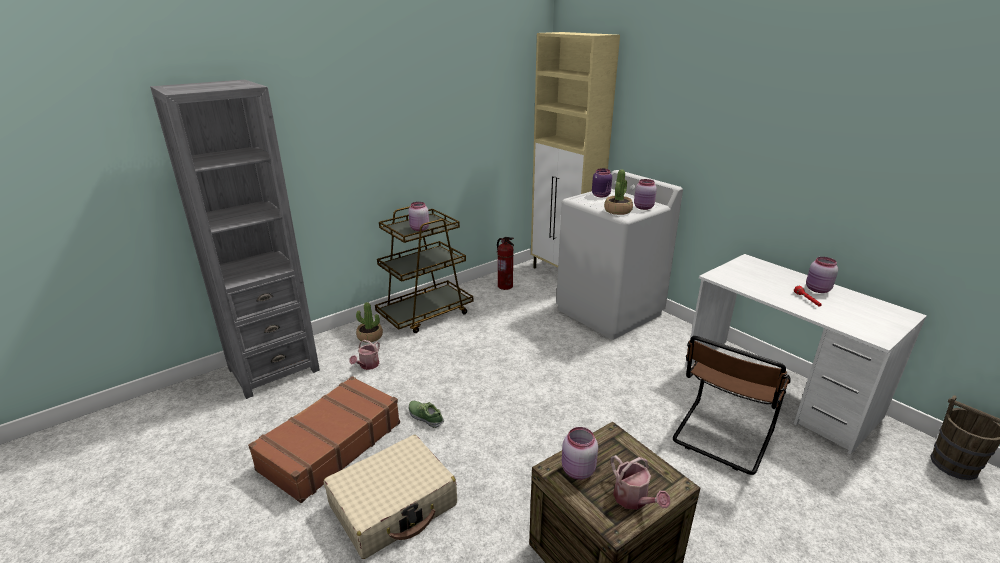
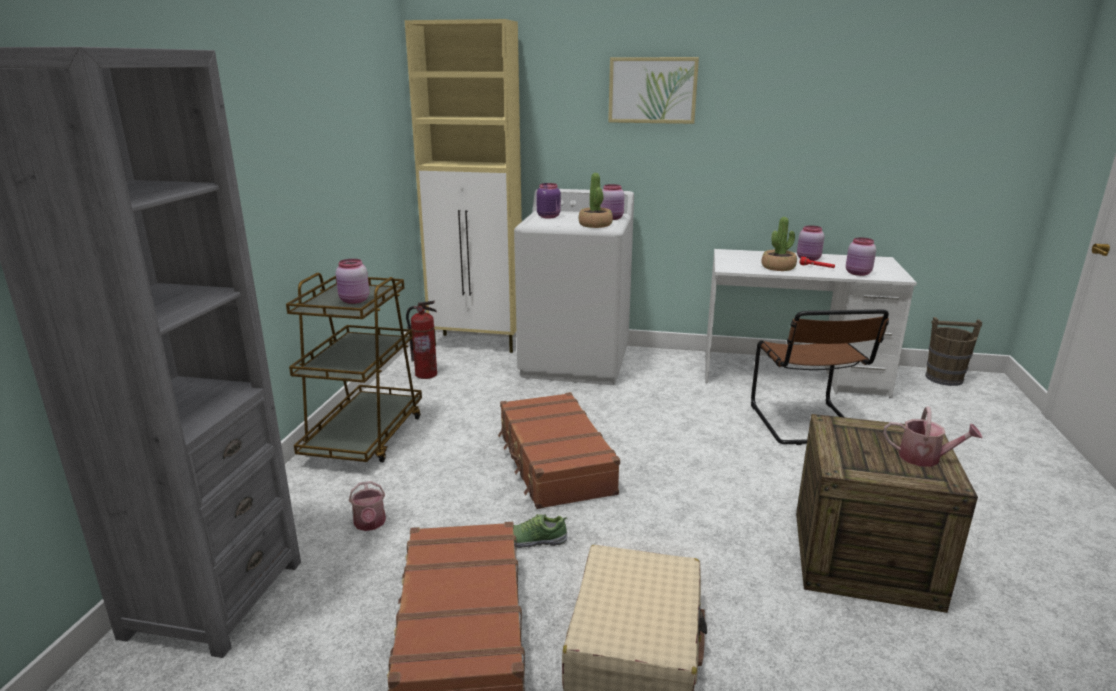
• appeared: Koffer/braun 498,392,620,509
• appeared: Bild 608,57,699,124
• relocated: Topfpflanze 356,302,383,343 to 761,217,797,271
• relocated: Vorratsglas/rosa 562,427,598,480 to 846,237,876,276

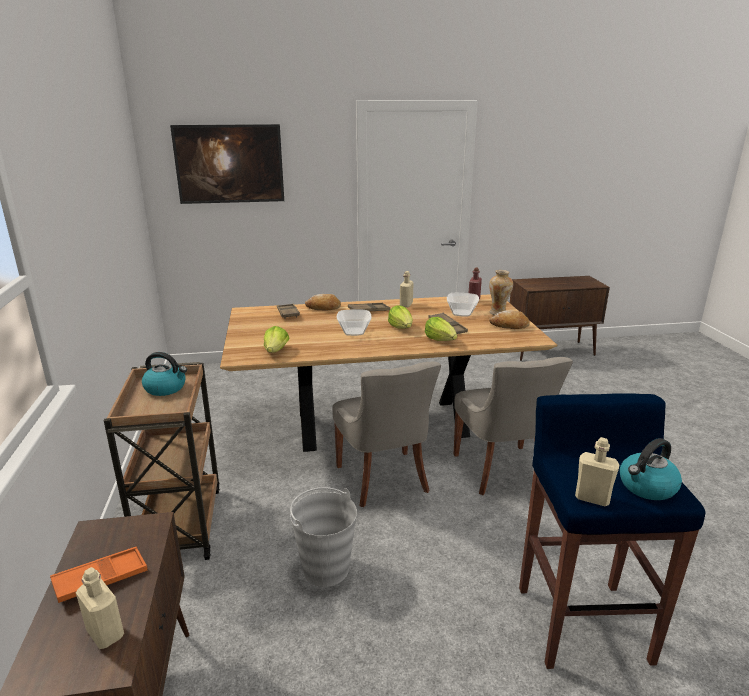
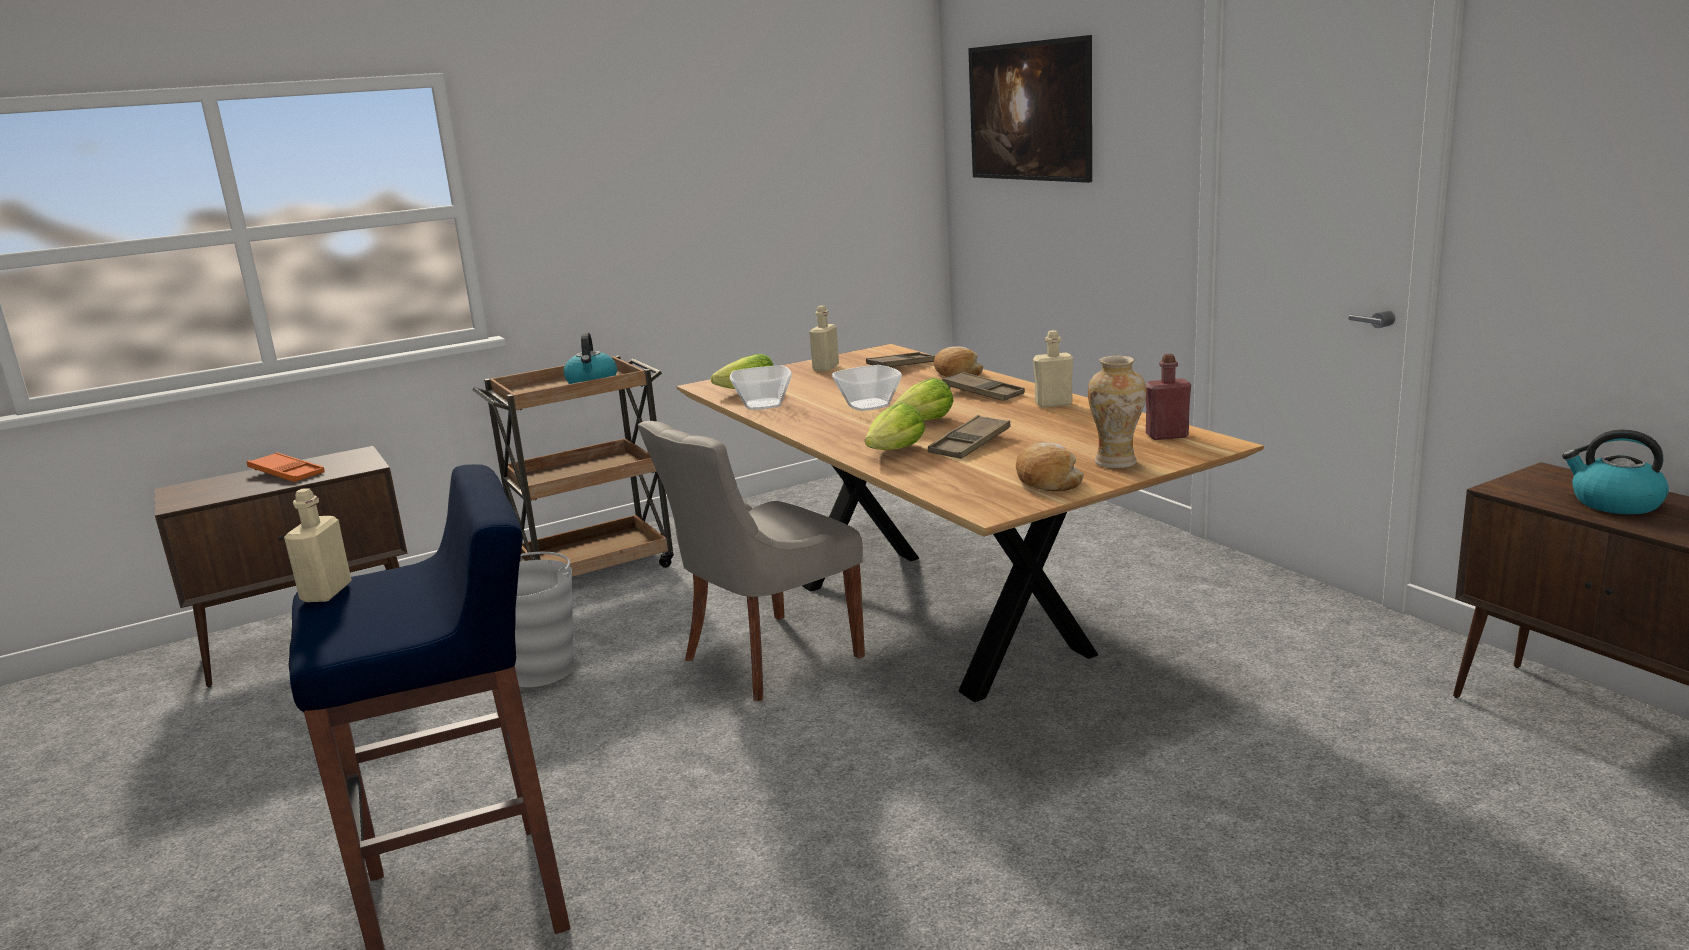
• missing: Stuhl/grau 454,357,573,495
• relocated: Flasche/beige 76,567,124,649 to 809,306,839,371
• relocated: Schüssel 447,293,479,316 to 730,366,792,410
• relocated: Wasserkessel 620,438,682,500 to 1562,430,1669,514

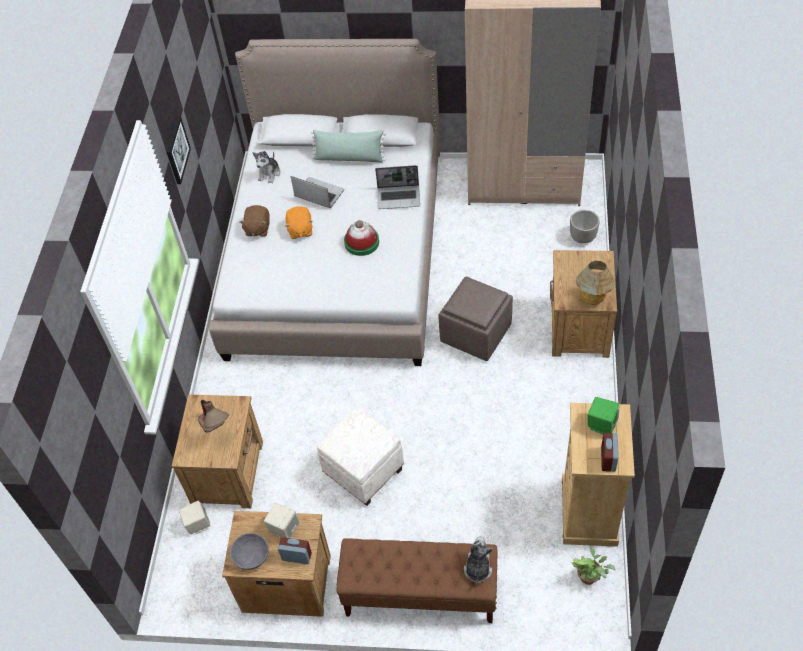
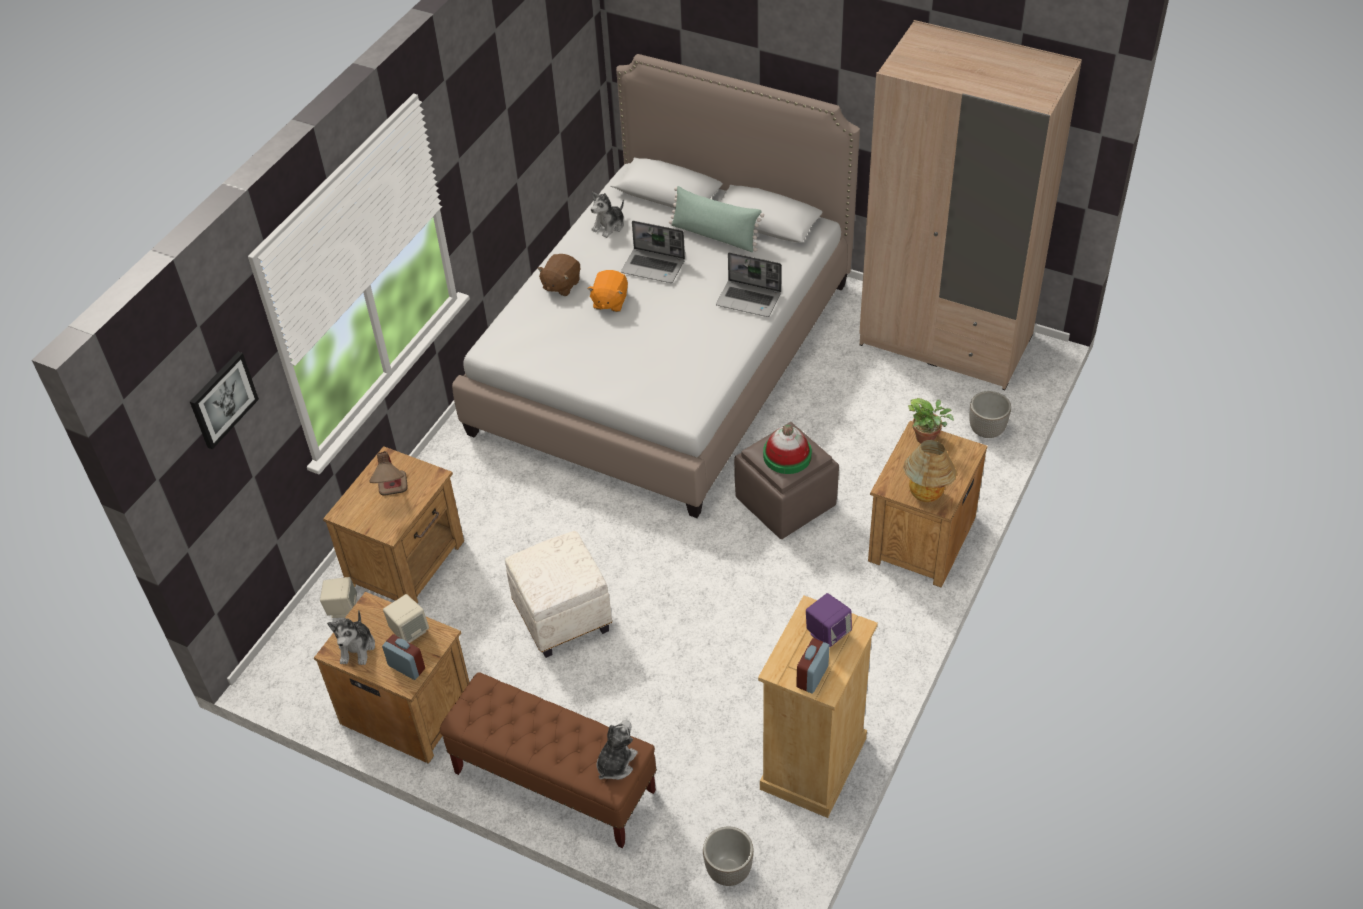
• appeared: Pflanzkübel 703,827,754,886
• relocated: Bild 167,116,191,184 to 190,352,259,449
• relocated: Hut 344,220,379,256 to 763,425,812,474
• relocated: Topfpflanze 571,547,616,585 to 908,398,954,443
• exchanged: Schüssel/grau 230,533,269,570 to Plüschtier 327,610,375,665
• colour: Lautsprecher/grün 588,397,619,434 to Lautsprecher/lila 806,593,852,647
• spun: Laptop 291,176,344,208 = 621,221,685,283 150 degrees clockwise

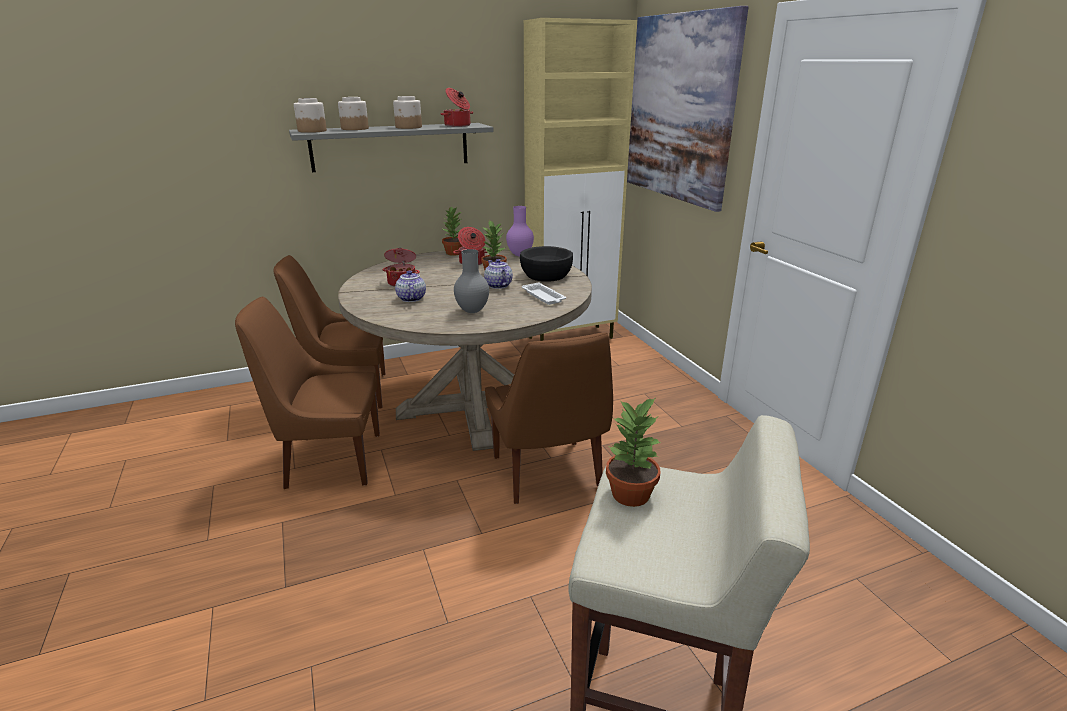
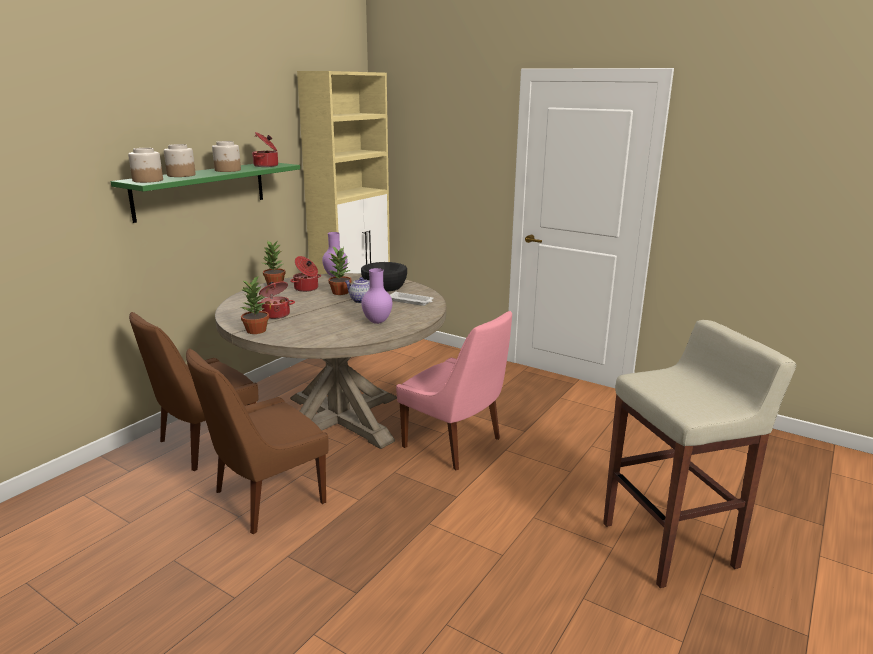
• missing: Teekanne 395,271,426,302
• missing: Bild 627,6,749,212
• relocated: Topfpflanze 606,397,661,507 to 241,275,269,334
• colour: Wandregal/grau 289,123,494,172 to Wandregal/grün 111,163,300,223
• colour: Vase/grau 454,249,489,313 to Vase/lila 362,268,392,324
• colour: Stuhl/braun 485,332,613,504 to Stuhl/rosa 396,311,512,470

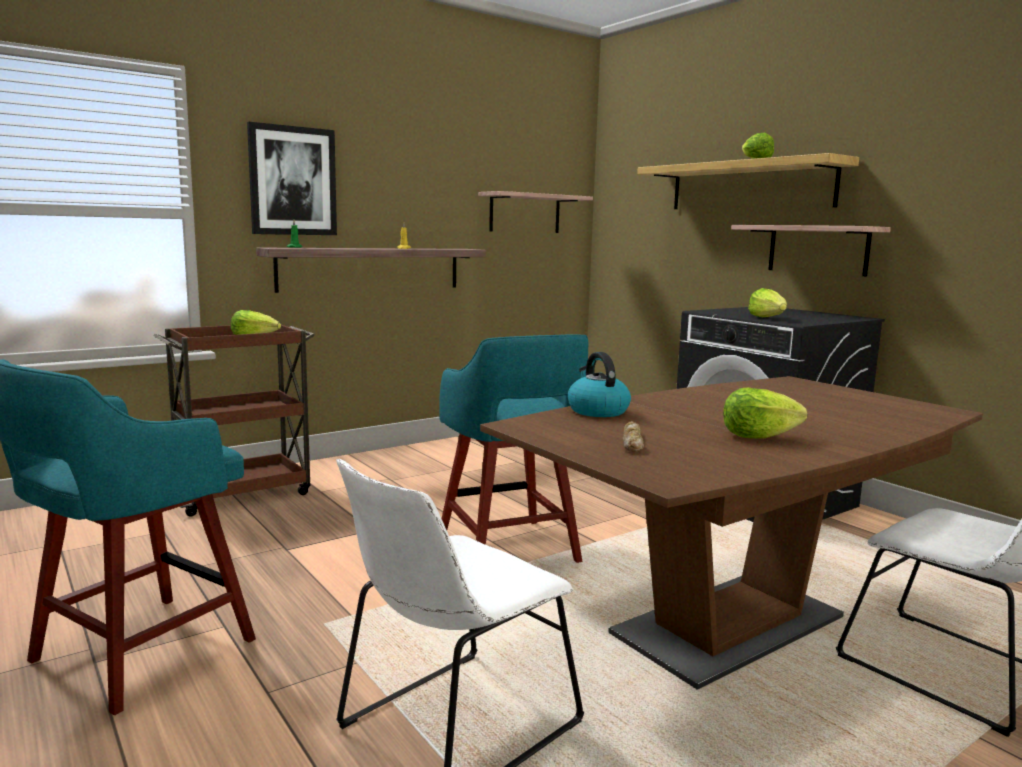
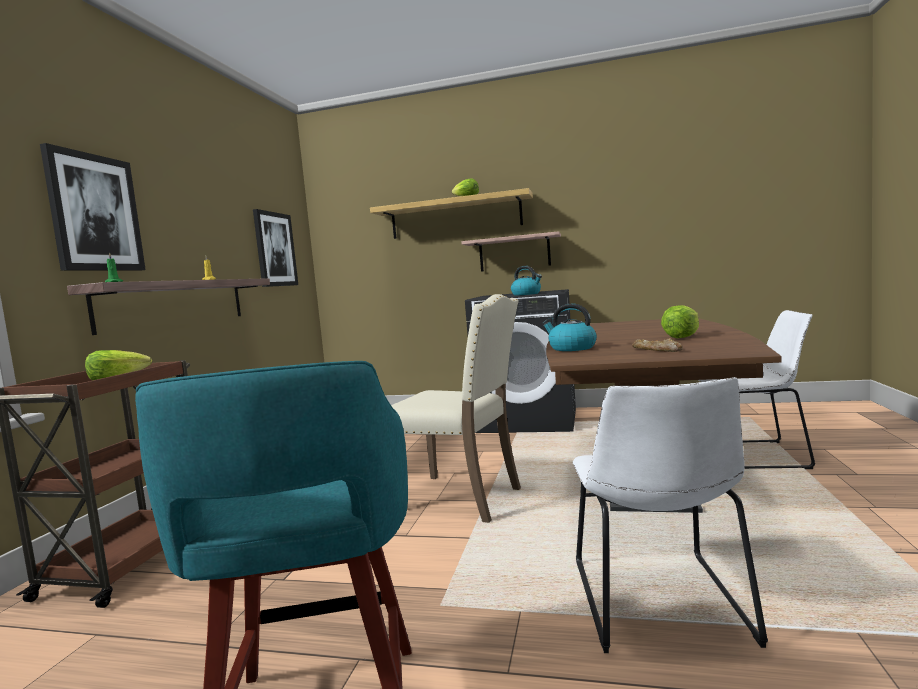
• exchanged: Hocker/türkis 439,335,589,563 to Stuhl/beige 391,294,521,523
• exchanged: Wandregal 478,191,593,233 to Bild 253,209,298,287
• exchanged: Salatkopf 748,288,787,317 to Wasserkessel 511,266,542,296

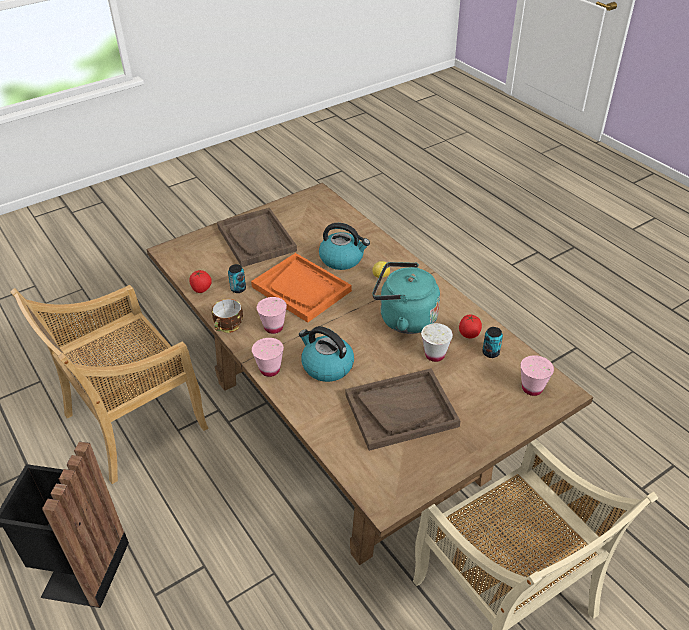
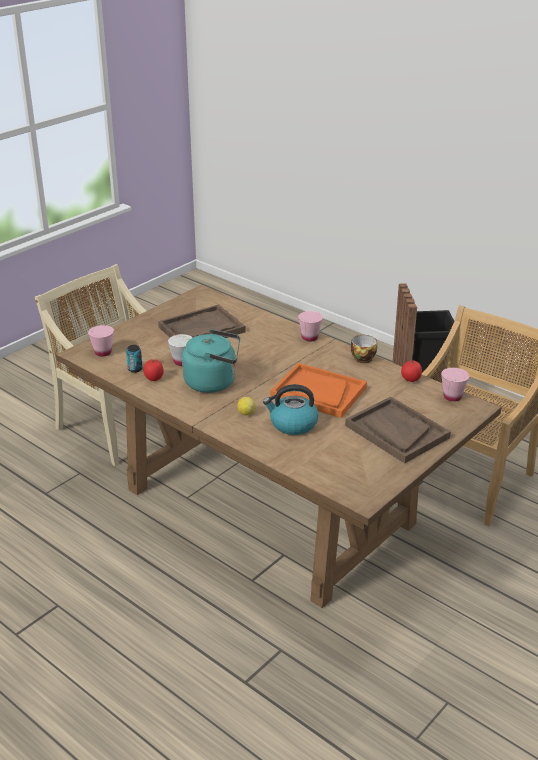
• missing: Dose 228,264,246,293
• missing: Wasserkessel 299,326,354,382
• relocated: Tasse/rosa 257,297,287,334 to 441,368,469,402

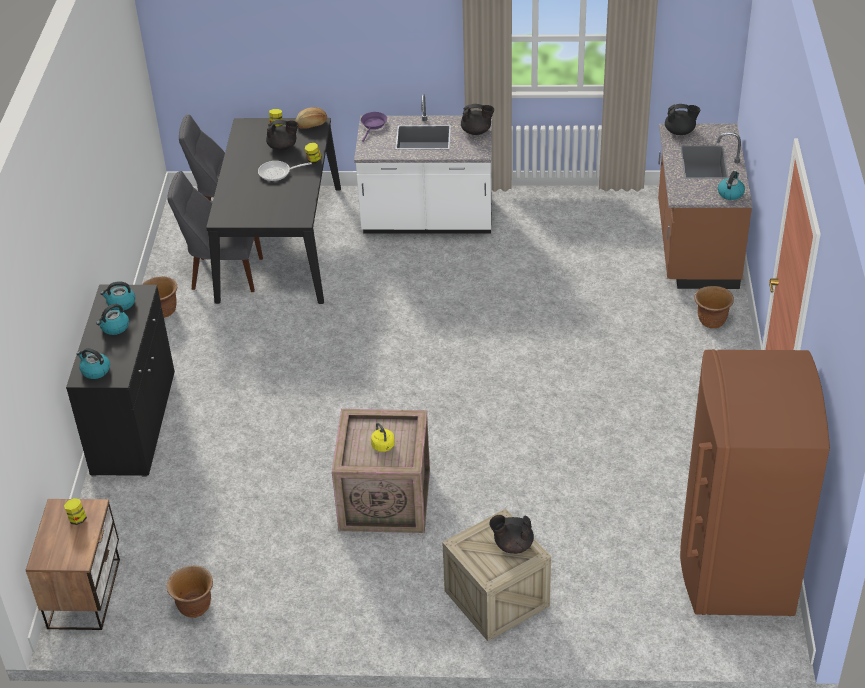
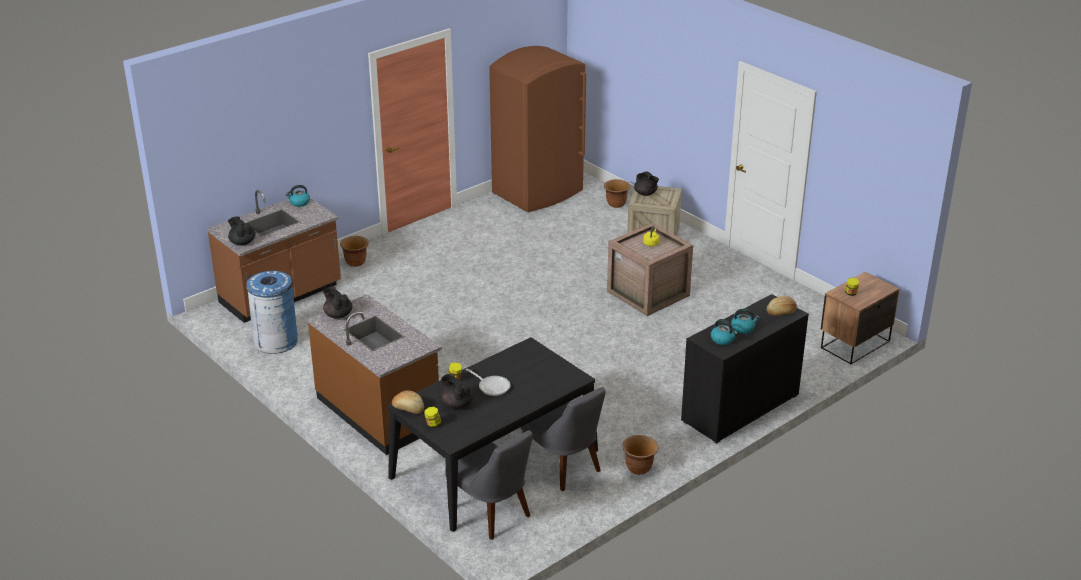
• missing: Pfanne/lila 361,112,387,142
• appeared: Mülleimer/blau 246,271,298,354
• relocated: Pflanzkübel/braun 166,565,213,618 to 604,179,630,208
• exchanged: Wasserkessel 77,348,110,379 to Brot 767,296,797,316
• colour: Küchenzeile/weiß 354,94,492,234 to Küchenzeile/braun 307,294,442,455

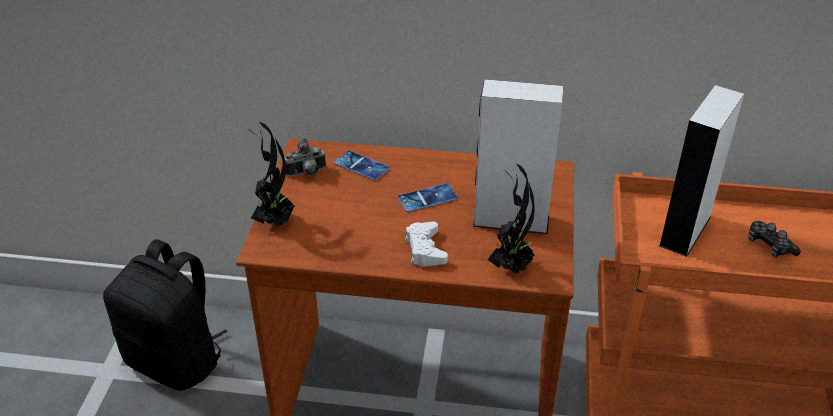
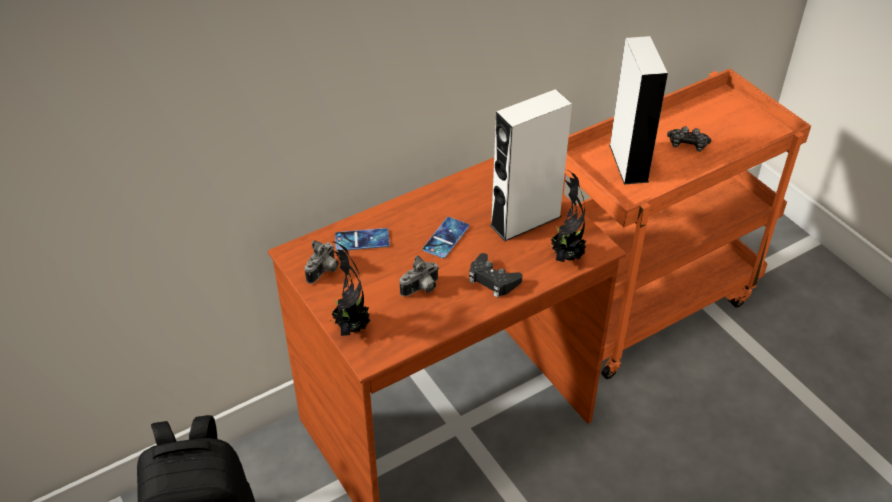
• appeared: Kamera 399,255,438,297
• colour: Gamepad/weiß 405,222,448,267 to Gamepad/schwarz 469,253,522,298

